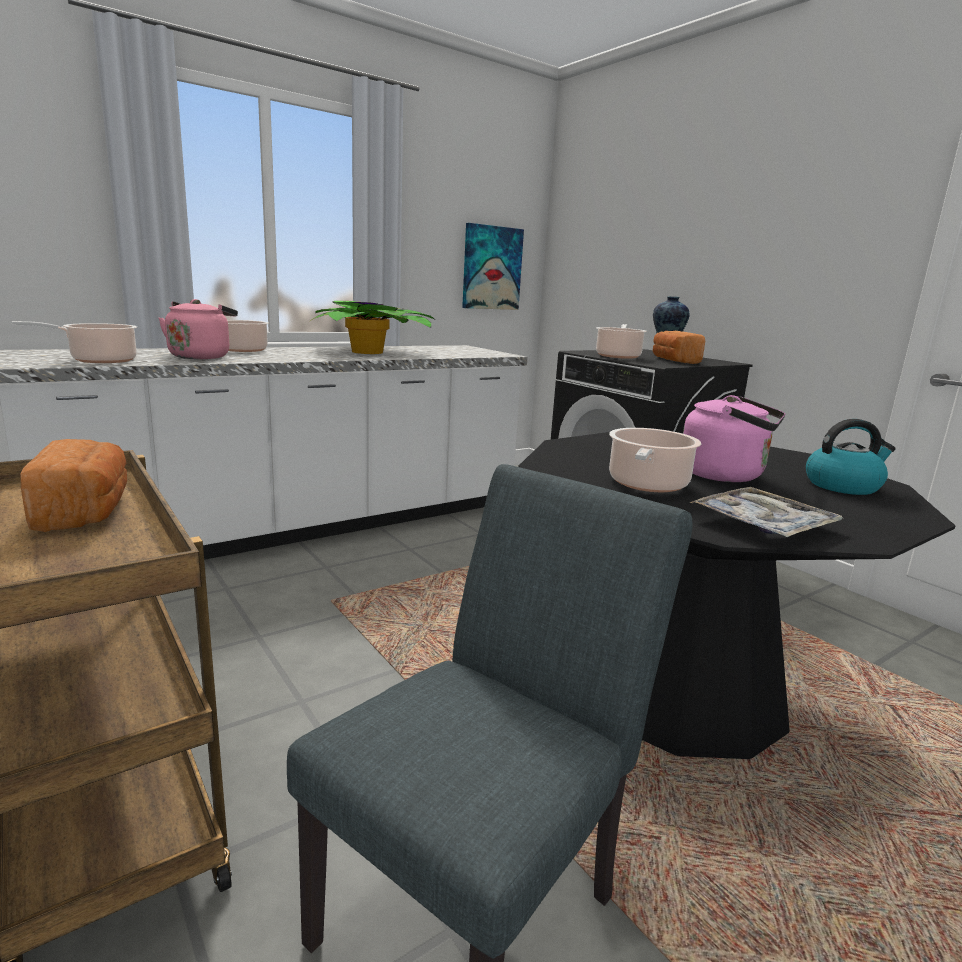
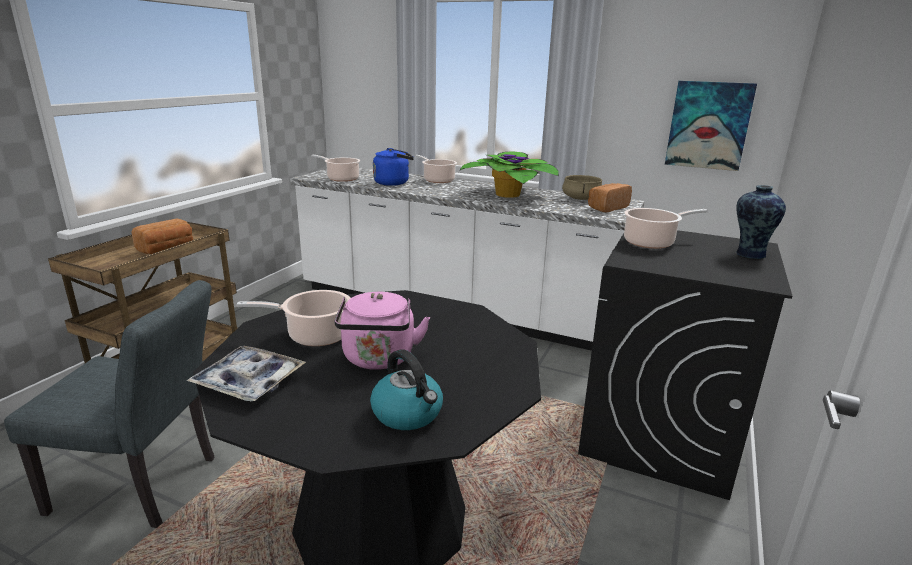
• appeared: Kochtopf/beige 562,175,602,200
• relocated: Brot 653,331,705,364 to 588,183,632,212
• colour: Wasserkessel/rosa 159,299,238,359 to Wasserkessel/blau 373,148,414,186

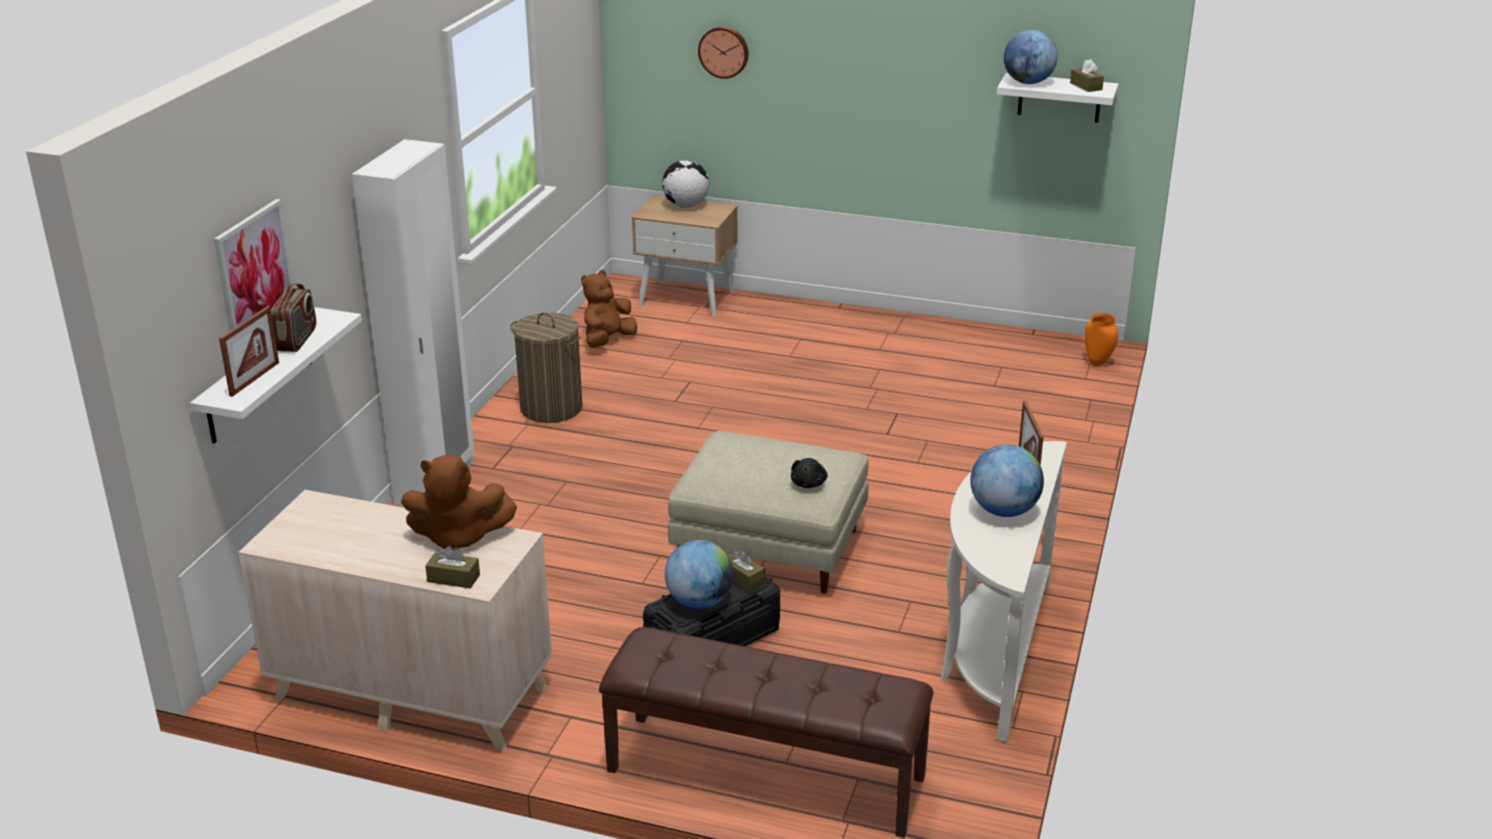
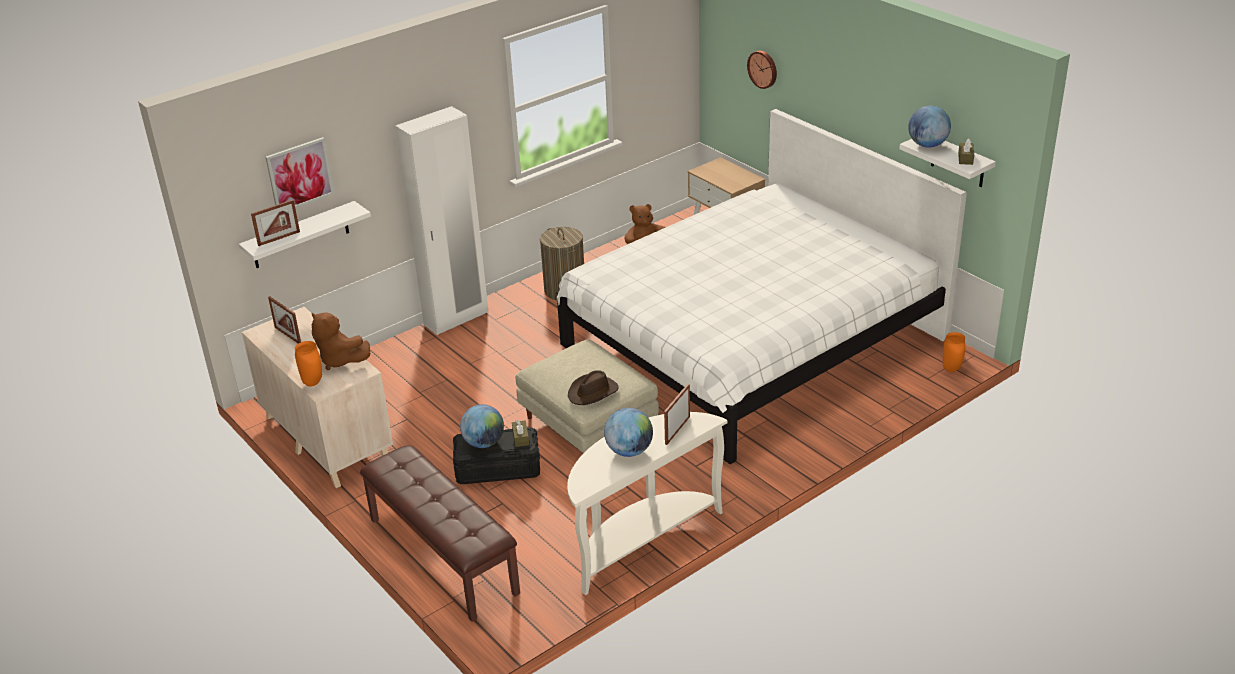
• missing: Radio 271,284,316,352
• missing: Globus 662,160,709,208
• appeared: Bilderrahmen 268,296,301,344
• appeared: Bett/weiß 557,109,967,464
• exchanged: Taschentuchbox/braun 425,546,480,589 to Vase/orange 295,341,322,387
• exchanged: Plüschtier/schwarz 791,458,828,488 to Hut/braun 568,370,619,405

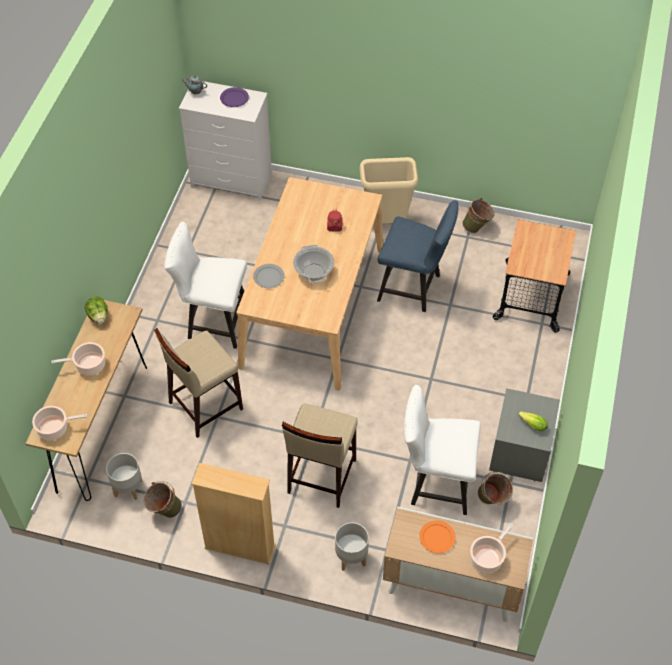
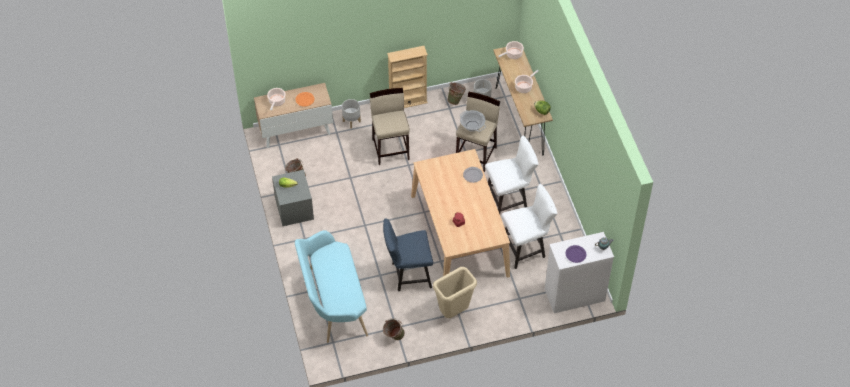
• relocated: Kochtopf 293,245,334,283 to 460,110,486,132
• relocated: Stuhl/weiß 404,385,481,515 to 501,184,557,269
• exchanged: Rollwagen 493,220,576,333 to Bank/türkis 295,230,368,343

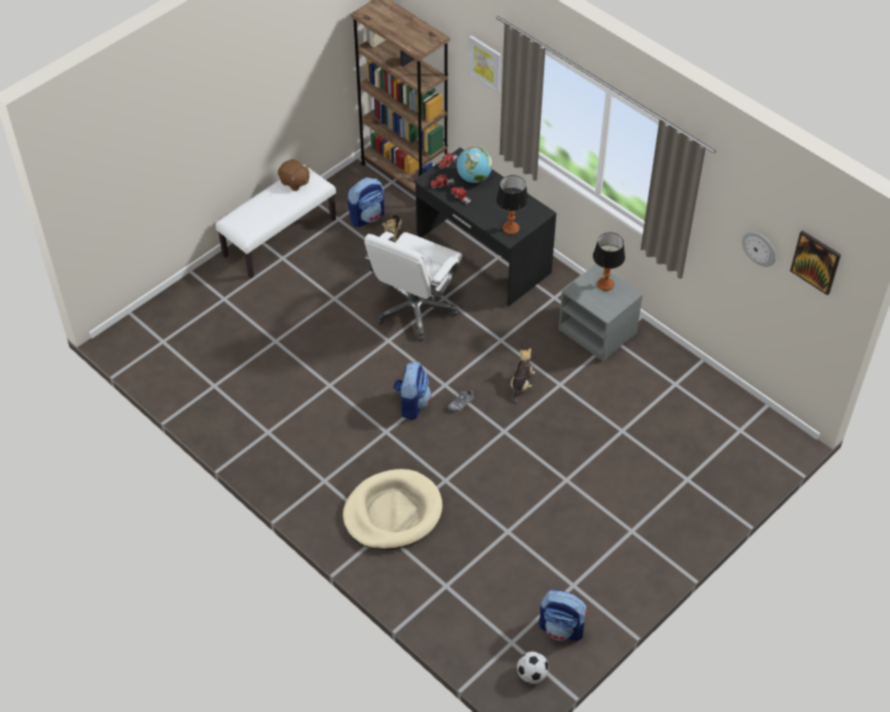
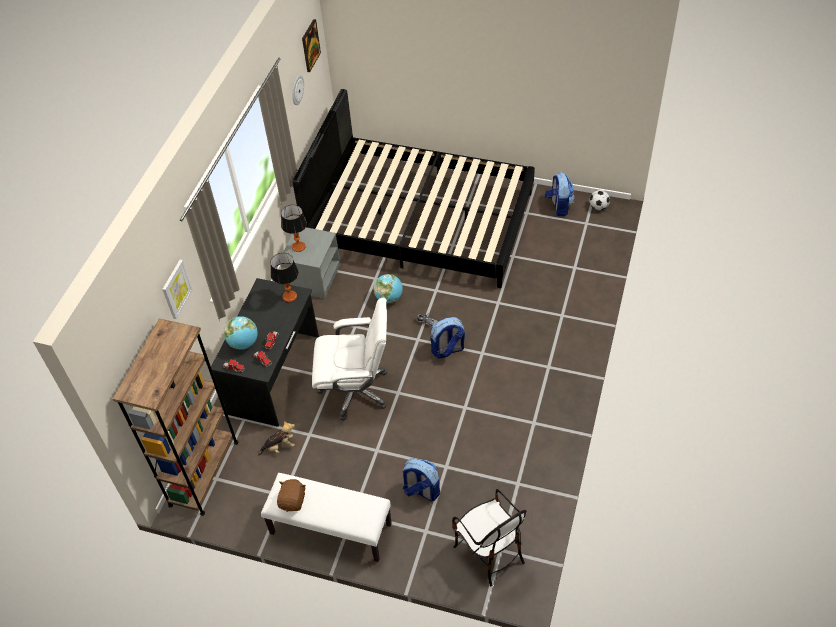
• missing: Hundebett/beige 343,469,442,550
• appeared: Bett/schwarz 292,89,535,288
• appeared: Stuhl 452,489,526,586
• relocated: Rucksack 348,177,385,227 to 402,458,440,501
• exchanged: Plüschtier 511,348,535,405 to Globus 373,274,403,303

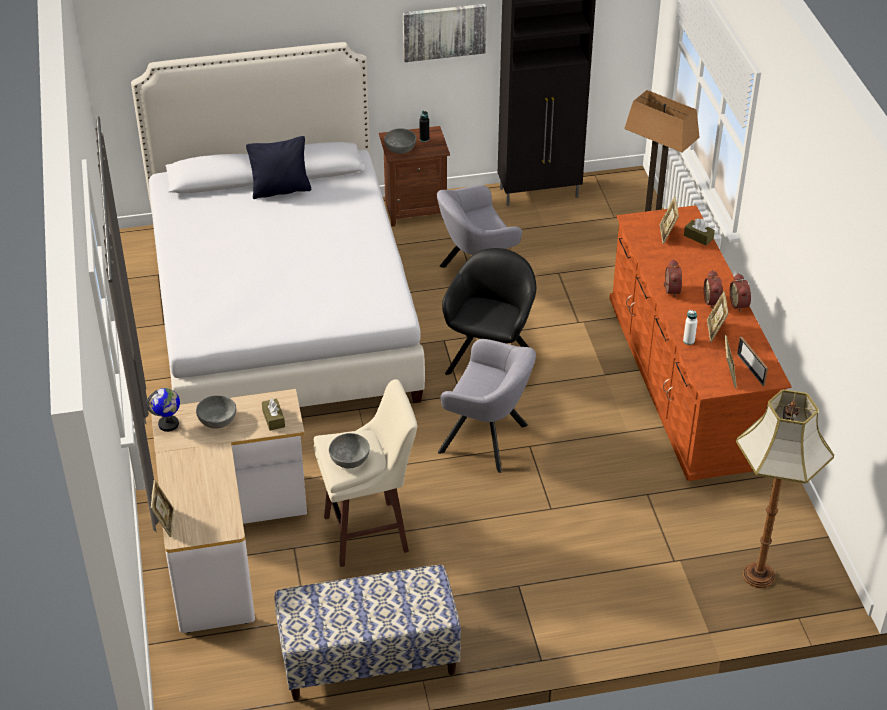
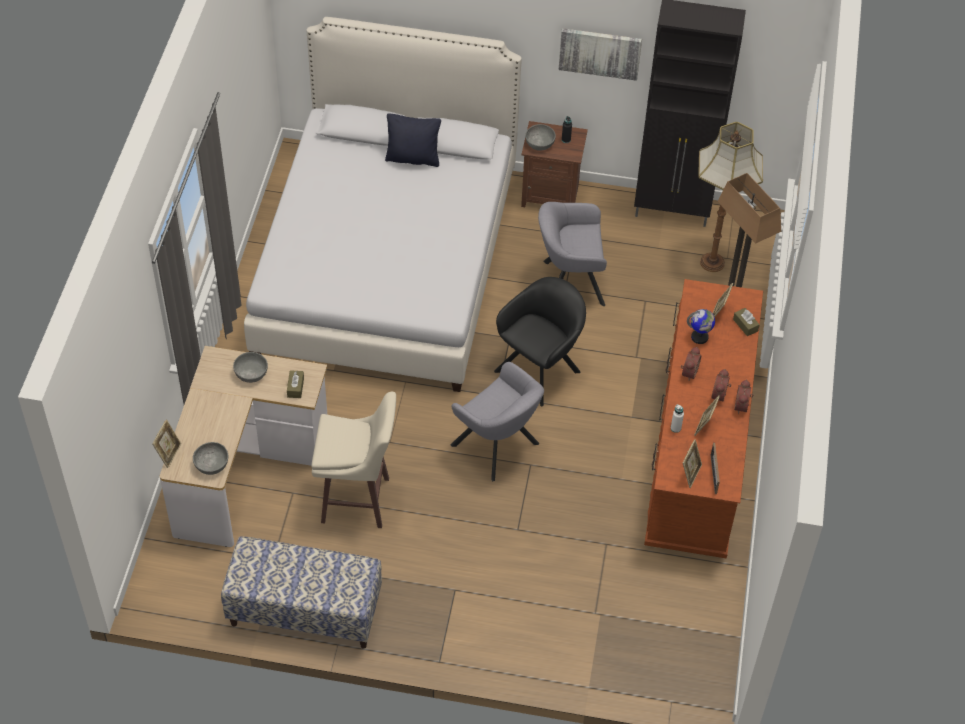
• relocated: Globus 146,388,180,432 to 687,309,715,344
• relocated: Schüssel/grau 329,433,370,468 to 193,442,228,475
• relocated: Stehlampe 736,389,834,588 to 698,122,763,272

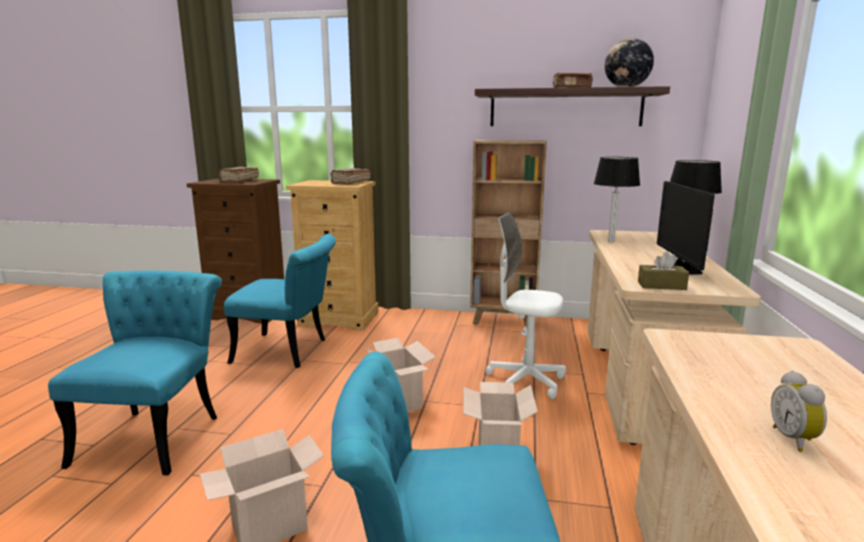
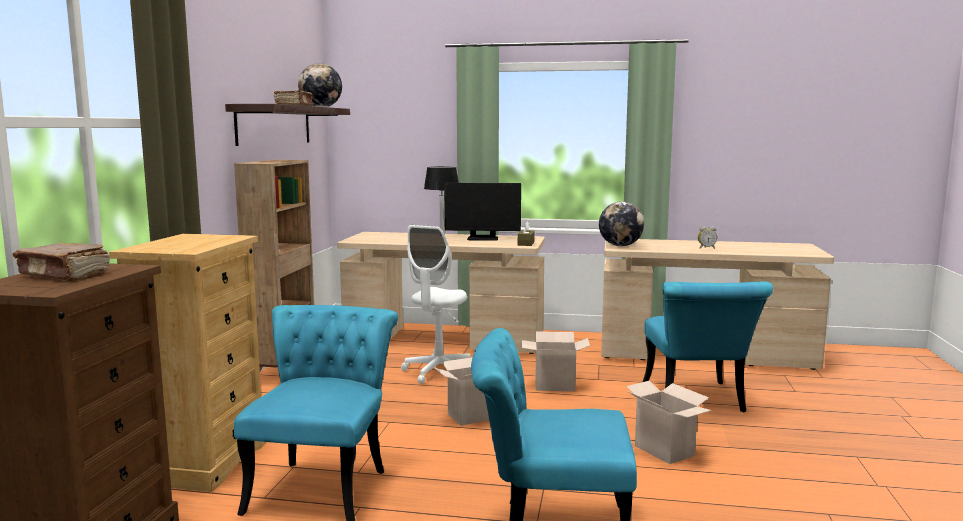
• missing: Buch/braun 331,168,370,185
• missing: Tischlampe 594,157,640,242
• appeared: Globus 599,201,644,246

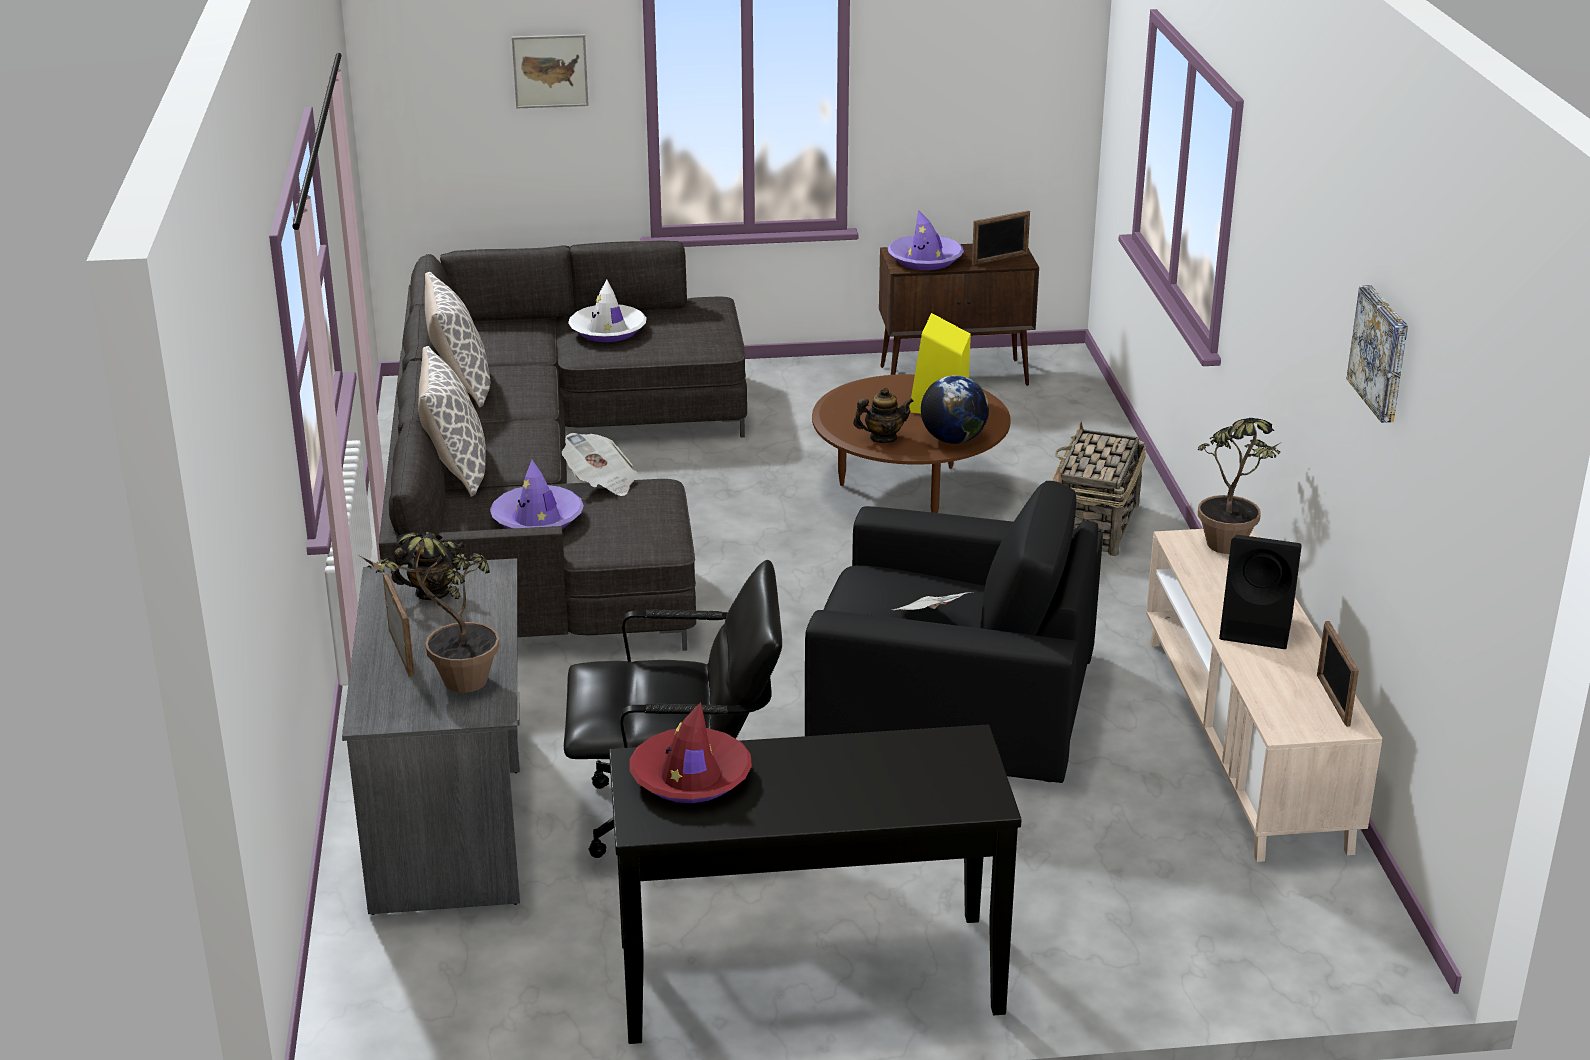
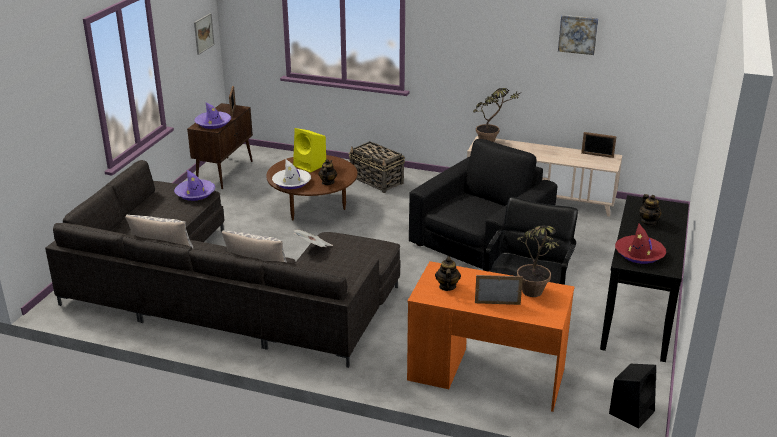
• missing: Zeitung 892,592,971,610
• missing: Globus 921,375,989,444
• appeared: Teekanne 639,194,662,226
• relocated: Hut/lila 490,460,584,529 to 174,170,216,201
• relocated: Bild 512,34,589,109 to 194,13,215,55
• relocated: Hut/weiß 568,279,647,342 to 272,159,311,189
• relocated: Lautsprecher/schwarz 1219,535,1302,649 to 609,364,656,429
• colour: Schreibtisch/grau 342,558,520,915 to Schreibtisch/orange 407,261,575,412

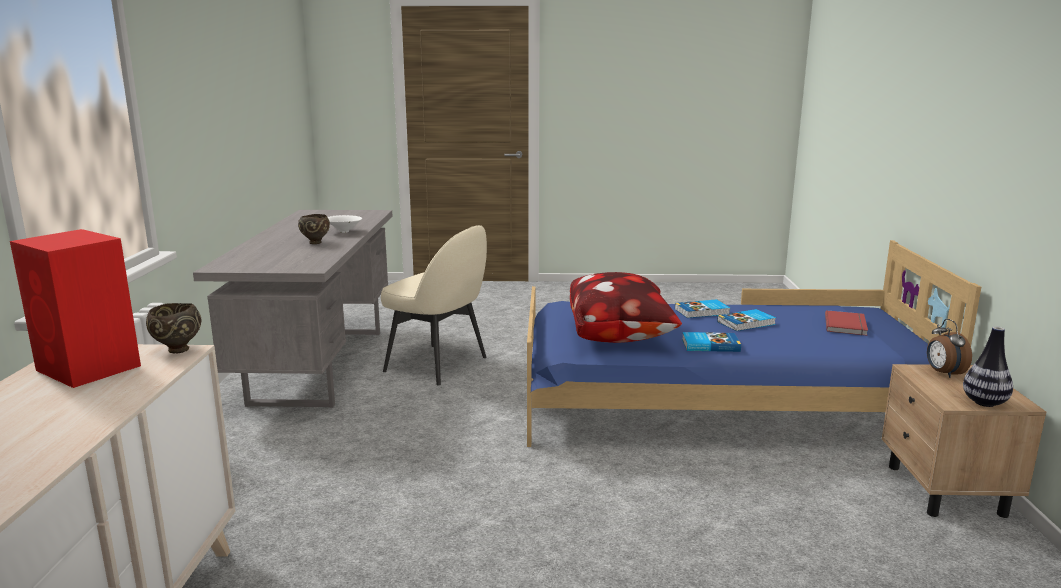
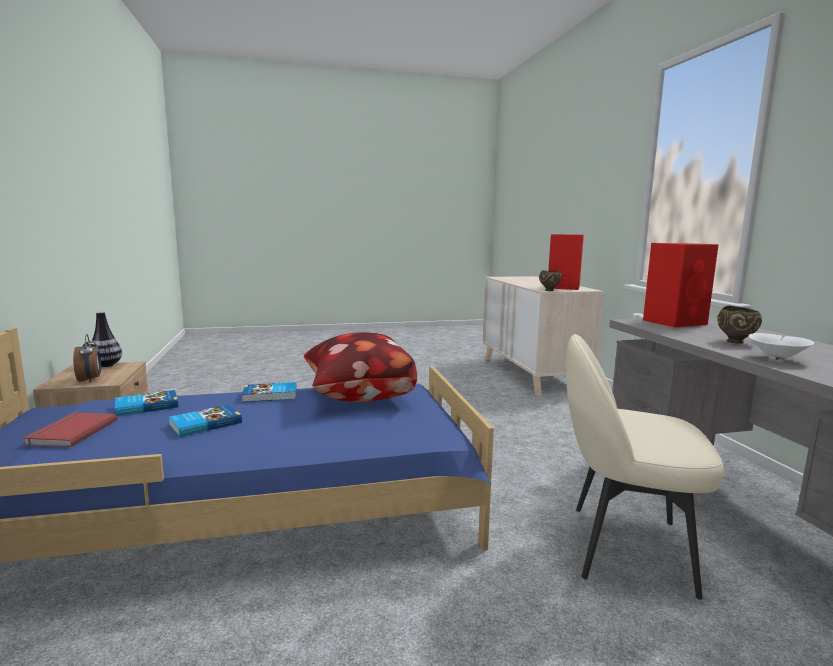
• appeared: Lautsprecher/rot 643,243,719,327
• relocated: Buch 675,299,730,318 to 115,390,178,416

